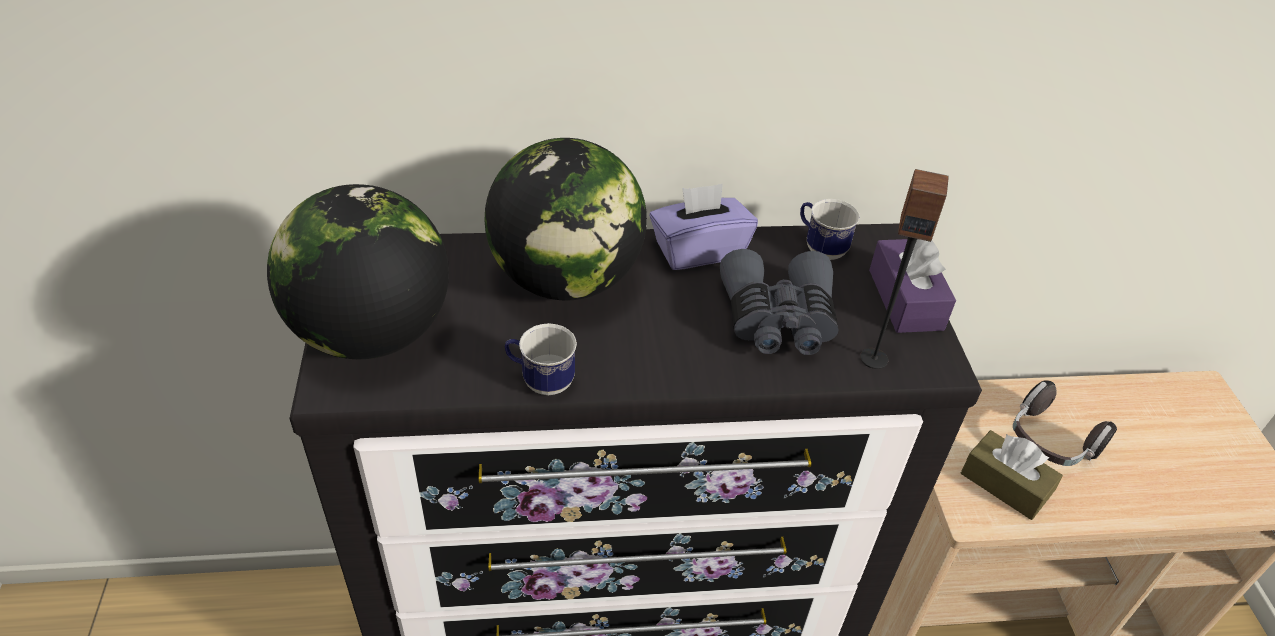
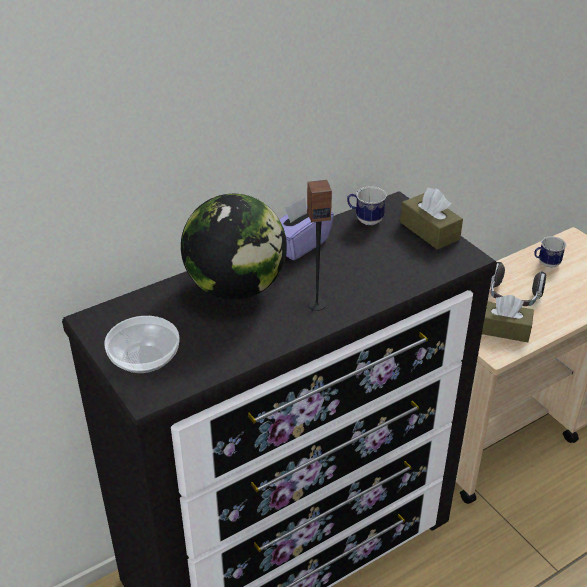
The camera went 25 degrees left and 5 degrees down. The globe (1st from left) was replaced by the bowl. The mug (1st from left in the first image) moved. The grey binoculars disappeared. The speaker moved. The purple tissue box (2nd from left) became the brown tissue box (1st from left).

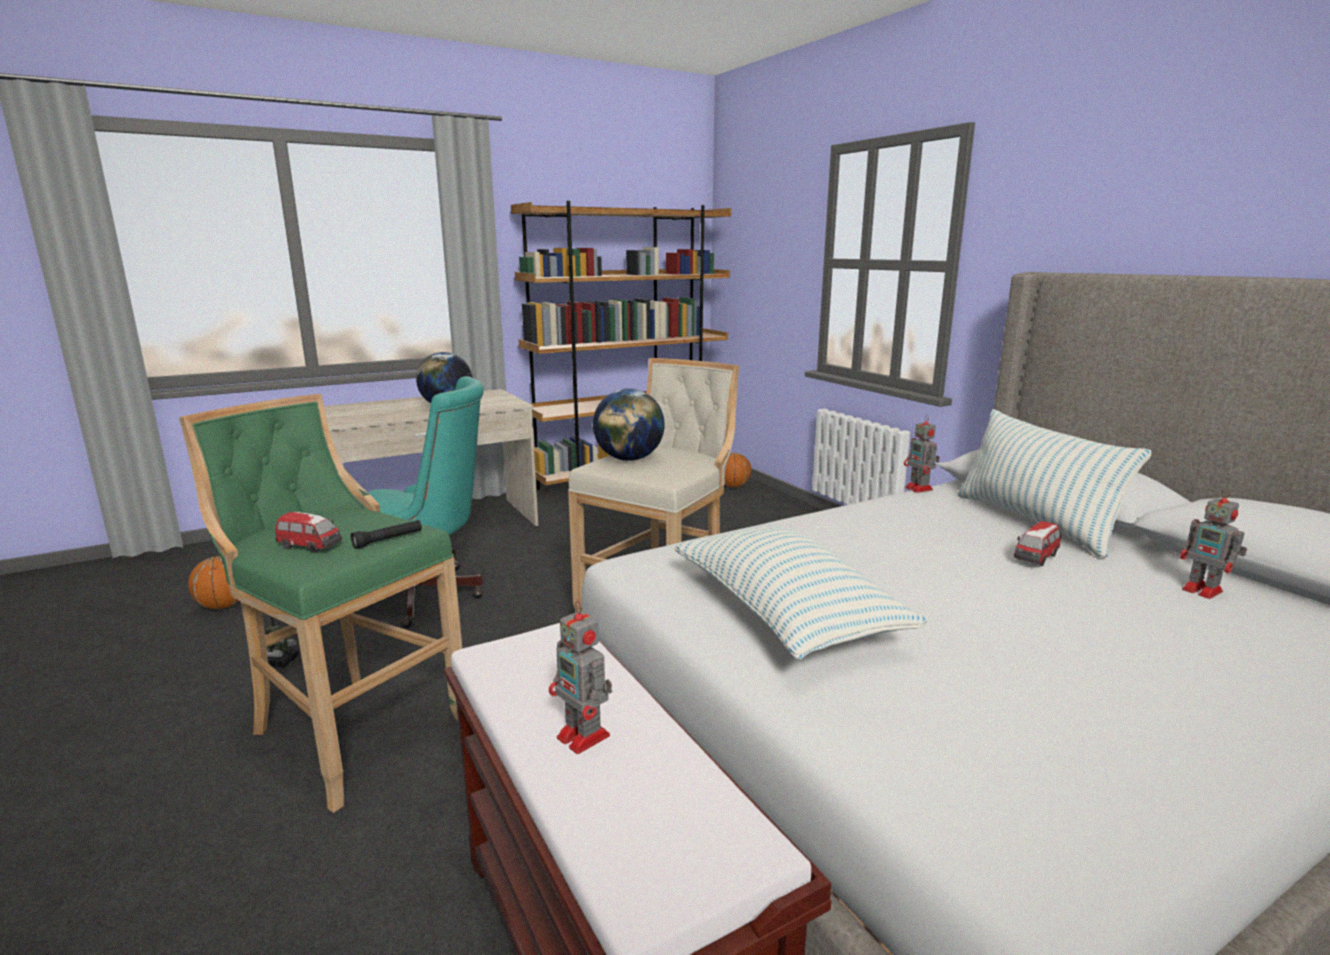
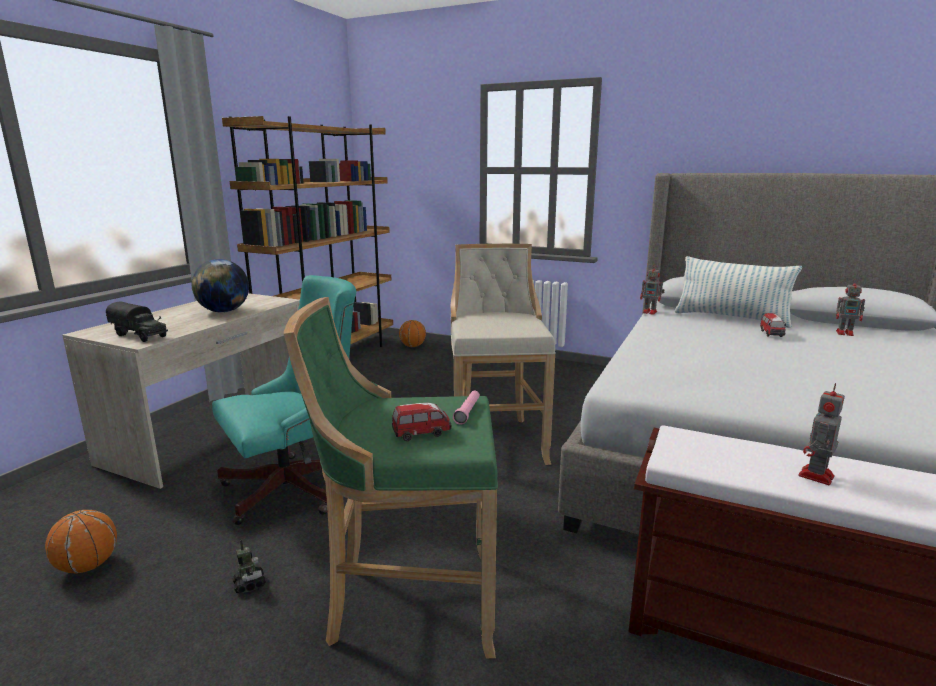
The camera went 35 degrees left and 0 degrees up. The black flashlight became the pink flashlight. The toy robot (2nd from left in the first image) turned 120 degrees clockwise. The globe (2nd from left) disappeared. The pillow (1st from left) disappeared. The toy truck appeared.

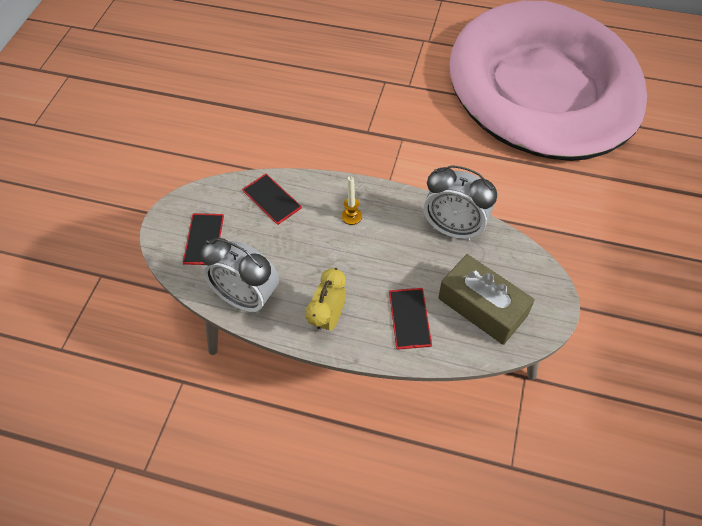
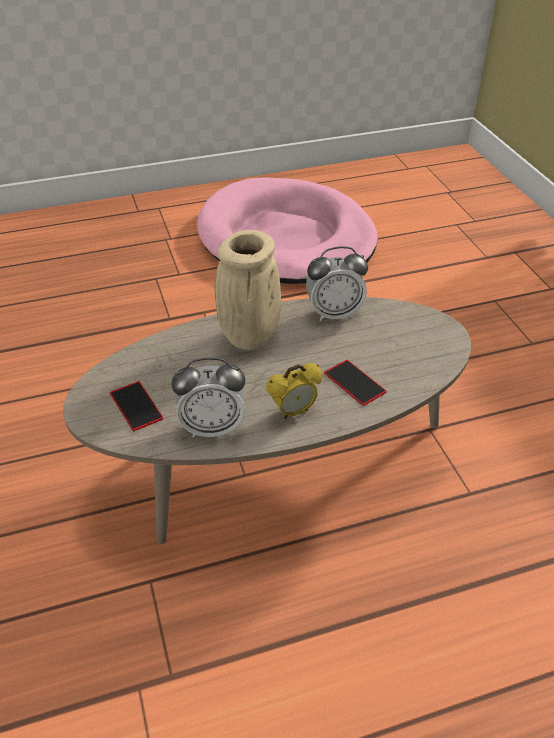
The camera went 35 degrees left and 15 degrees down. The phone (2nd from left) disappeared. The alarm clock (2nd from left) turned 105 degrees counterclockwise. The candle was replaced by the beige vase. The brown tissue box disappeared.

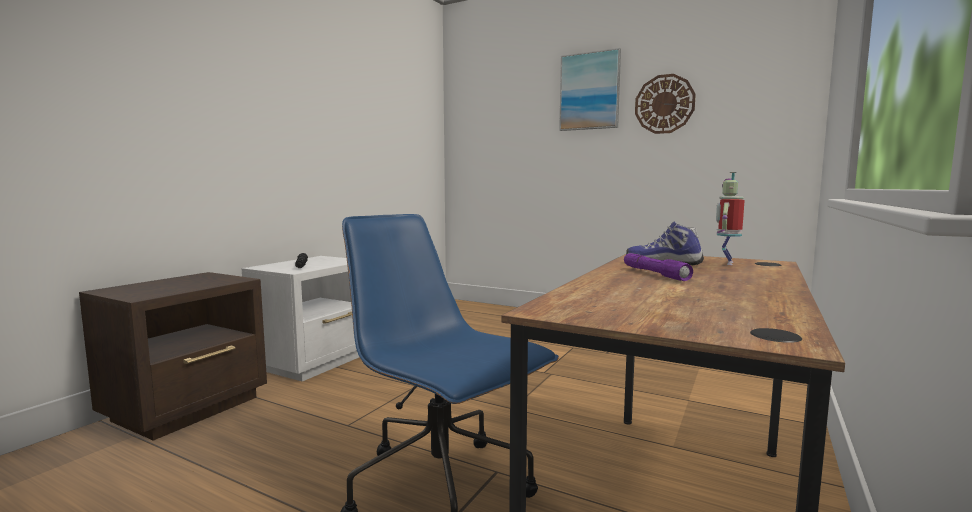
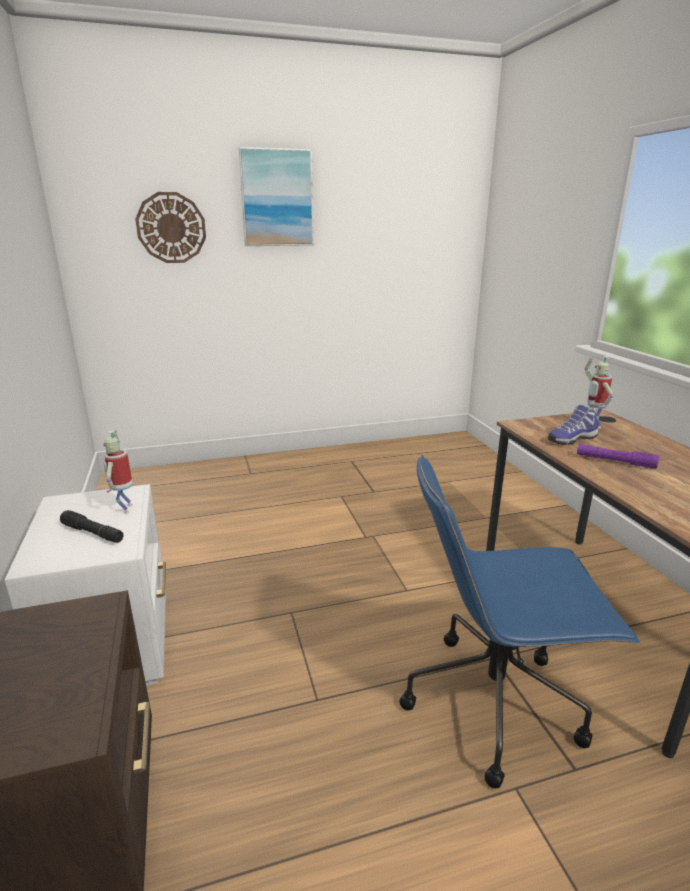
The camera went 45 degrees left and 15 degrees up. The wall clock moved. The toy robot (1st from left) appeared.

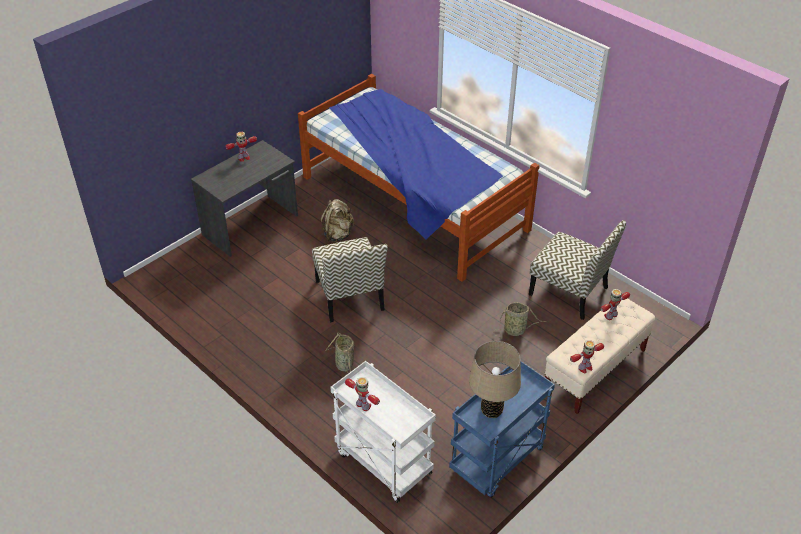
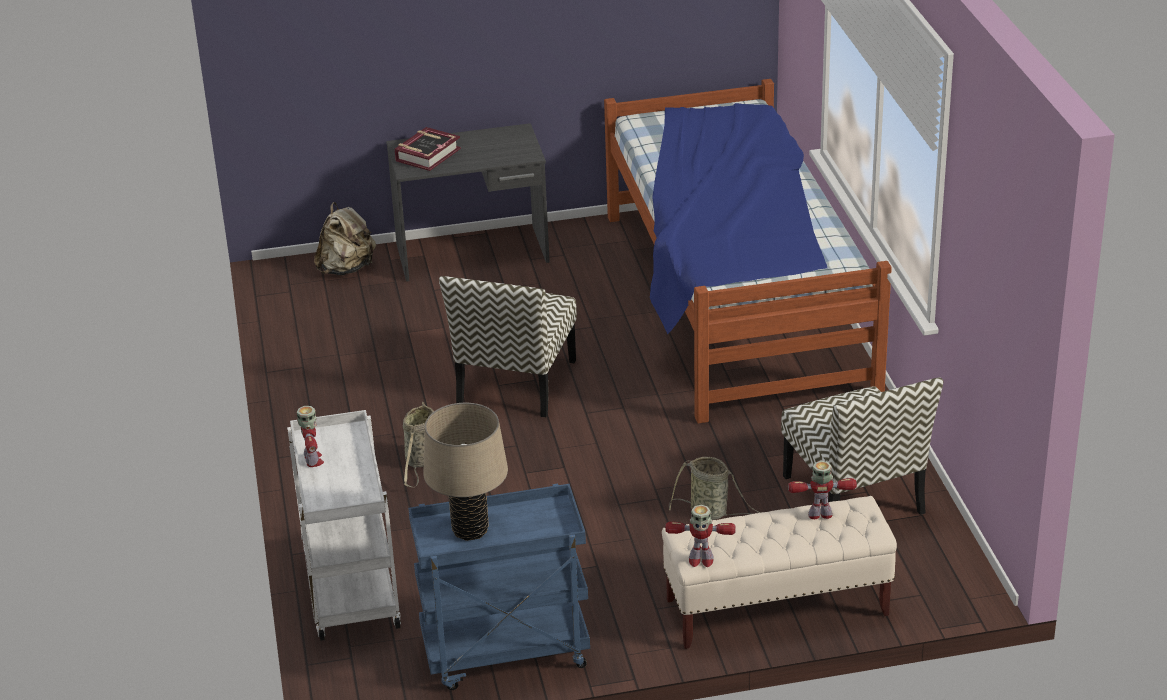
The camera went 35 degrees right and 10 degrees down. The toy robot (1st from left) disappeared. The beige backpack moved. The book appeared.

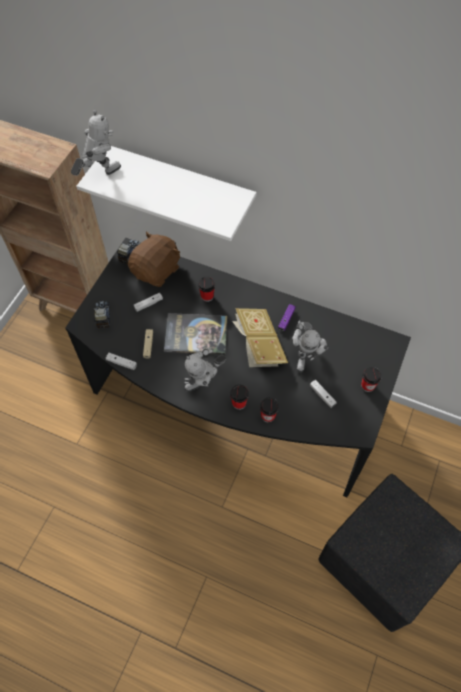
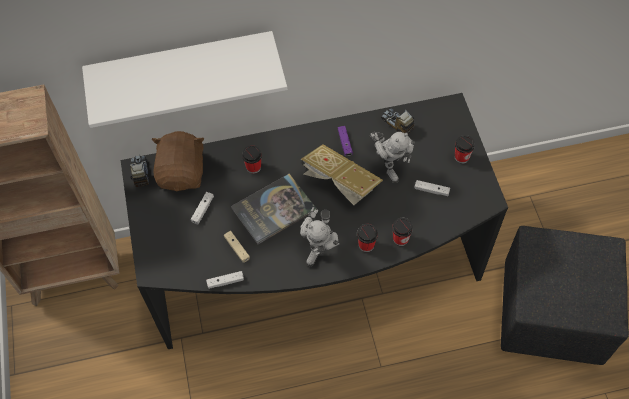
The camera went 35 degrees left and 0 degrees up. The toy robot (1st from left) disappeared. The toy truck (1st from left in the first image) moved.

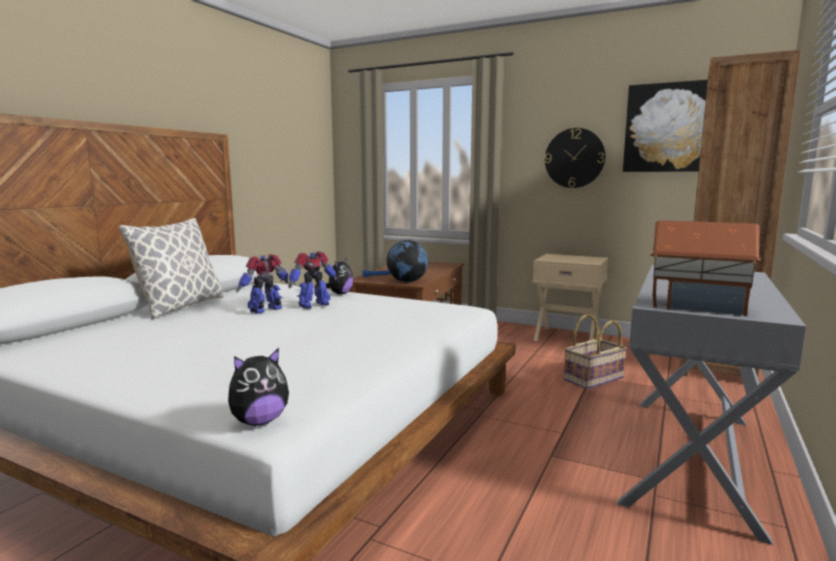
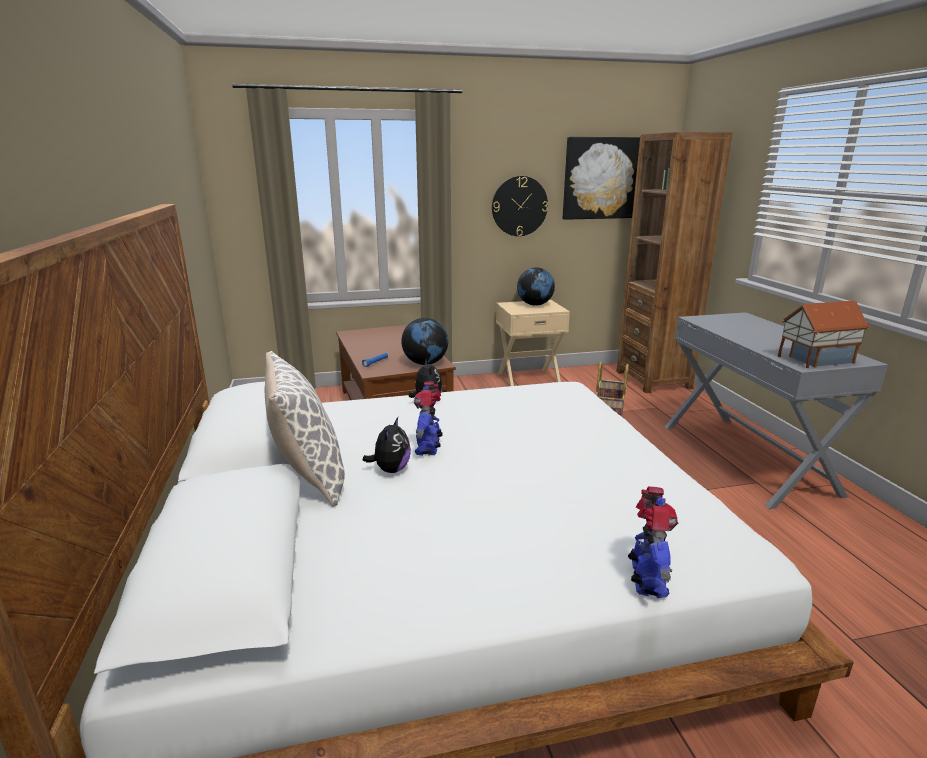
The camera went 40 degrees left and 10 degrees up. The plush toy (1st from left) moved. The toy robot (2nd from left) moved. The globe (2nd from left) appeared.

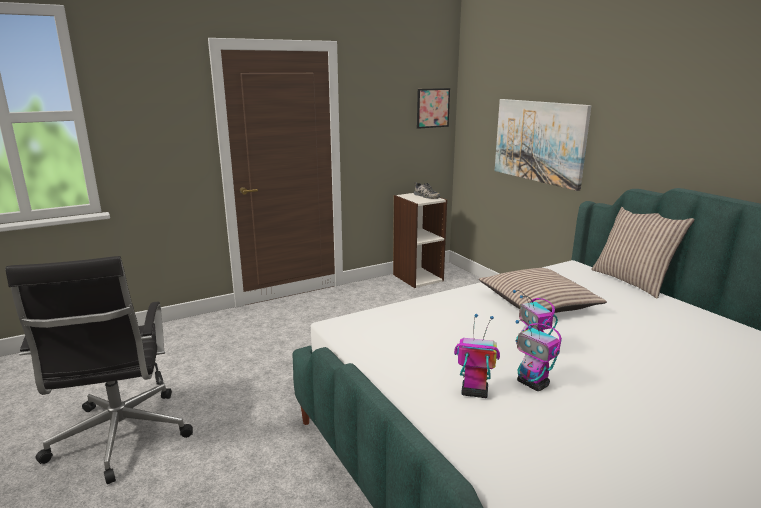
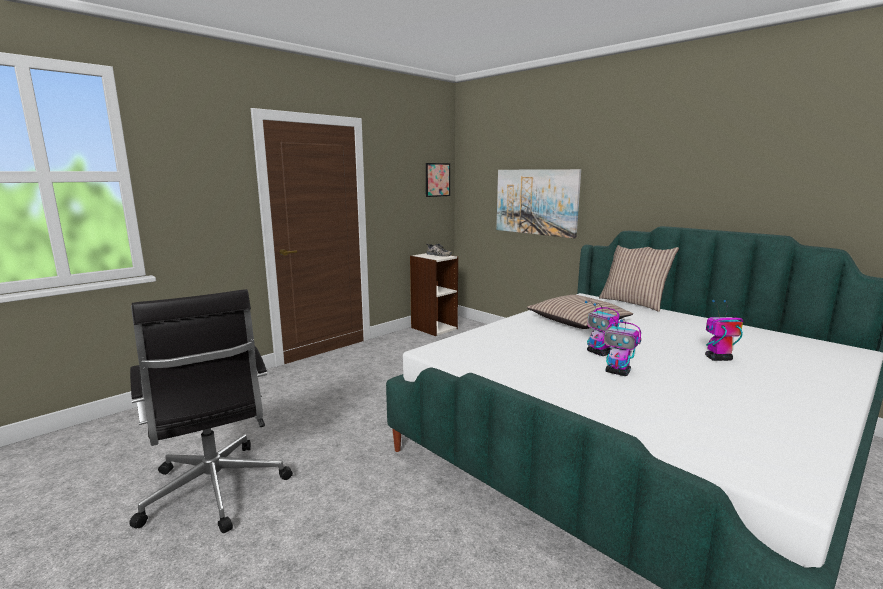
The camera went 15 degrees left and 5 degrees down. The toy robot (1st from left in the first image) moved.

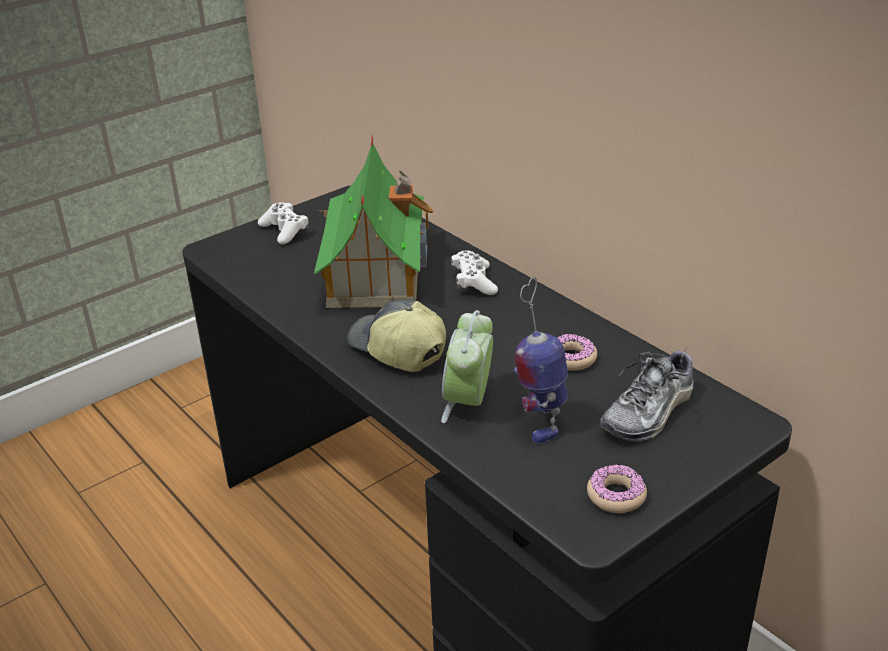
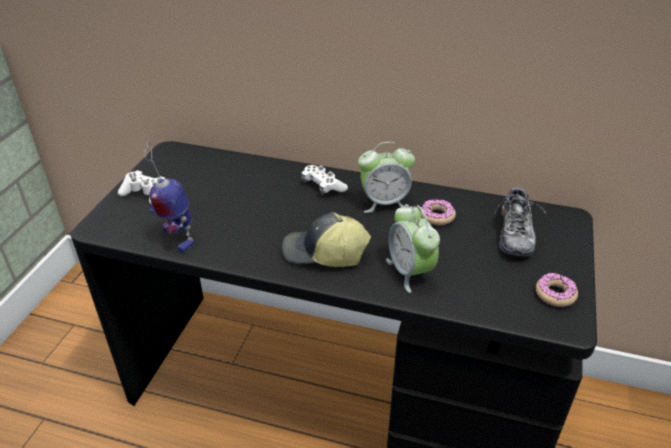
The camera went 35 degrees left and 5 degrees up. The toy house disappeared. The toy robot moved. The alarm clock (1st from left) appeared.

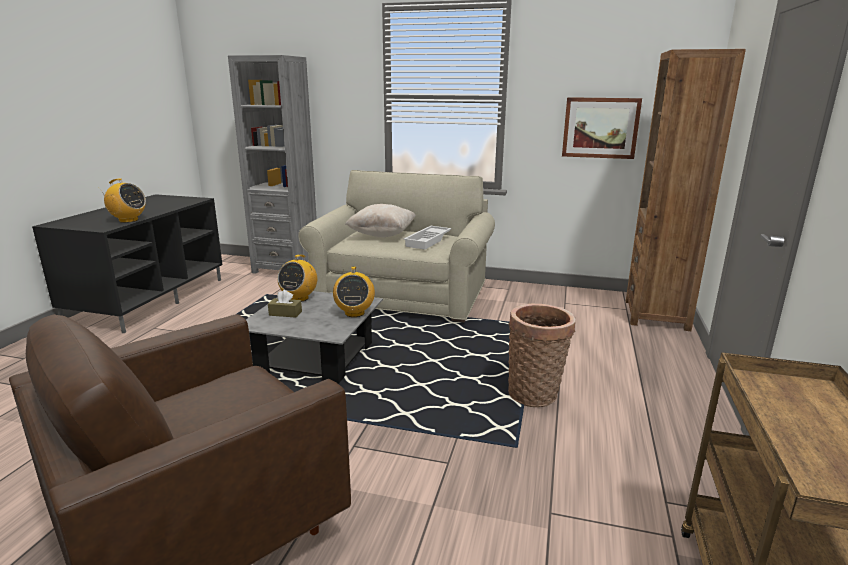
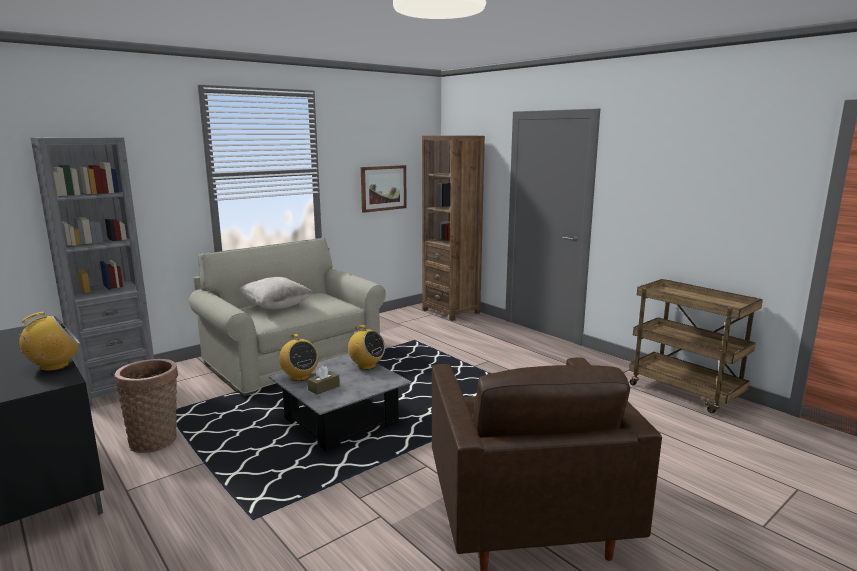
The camera went 55 degrees left and 5 degrees down. The white tray disappeared. The basket moved.

